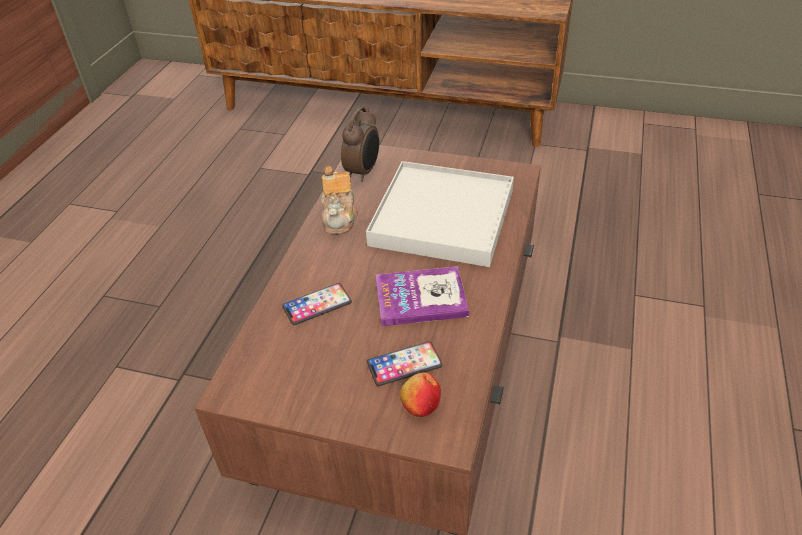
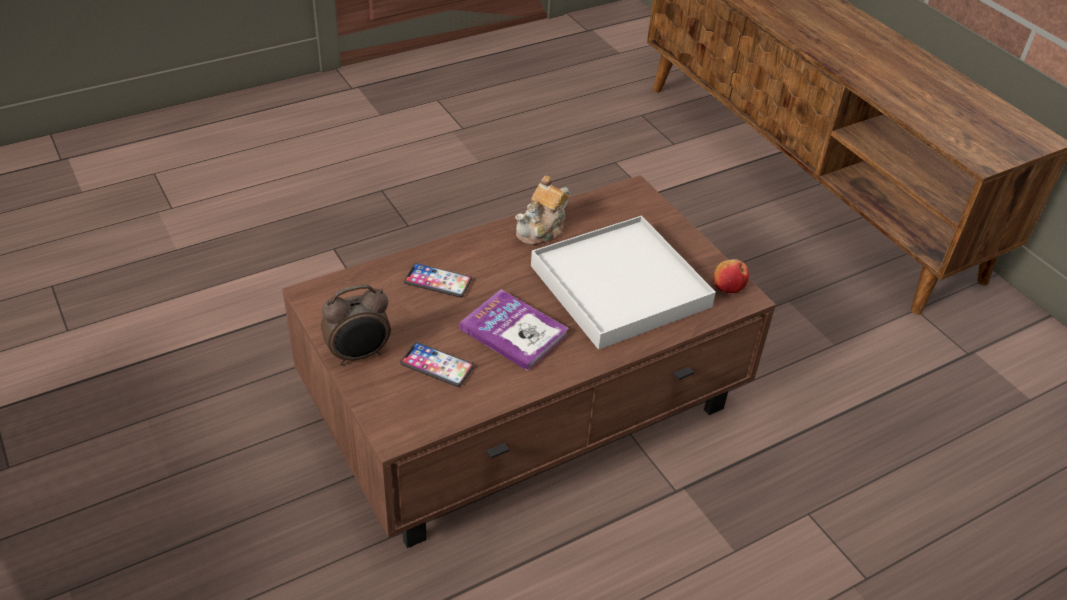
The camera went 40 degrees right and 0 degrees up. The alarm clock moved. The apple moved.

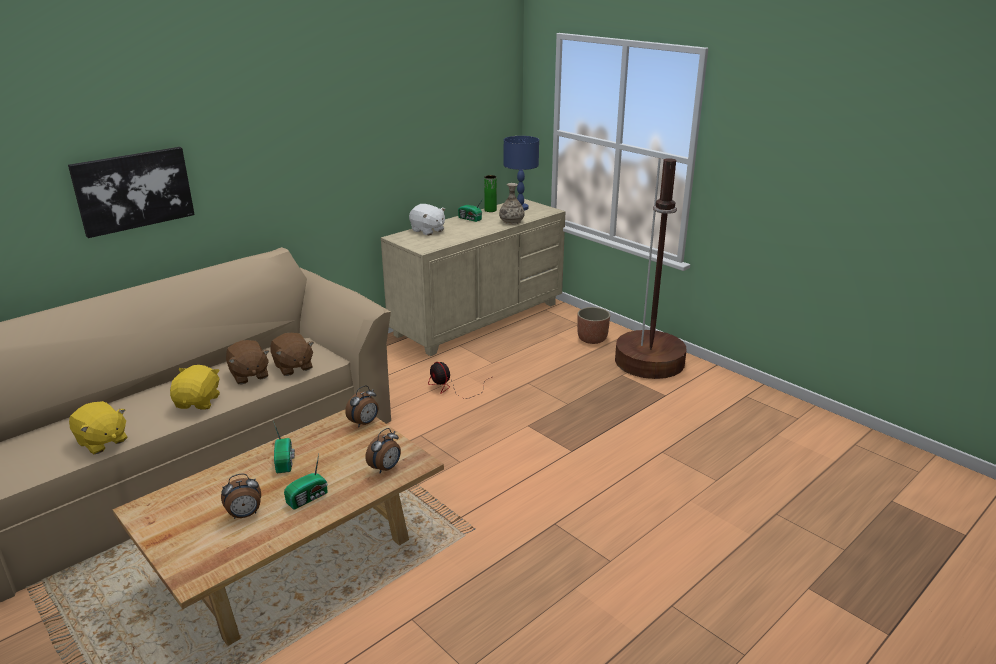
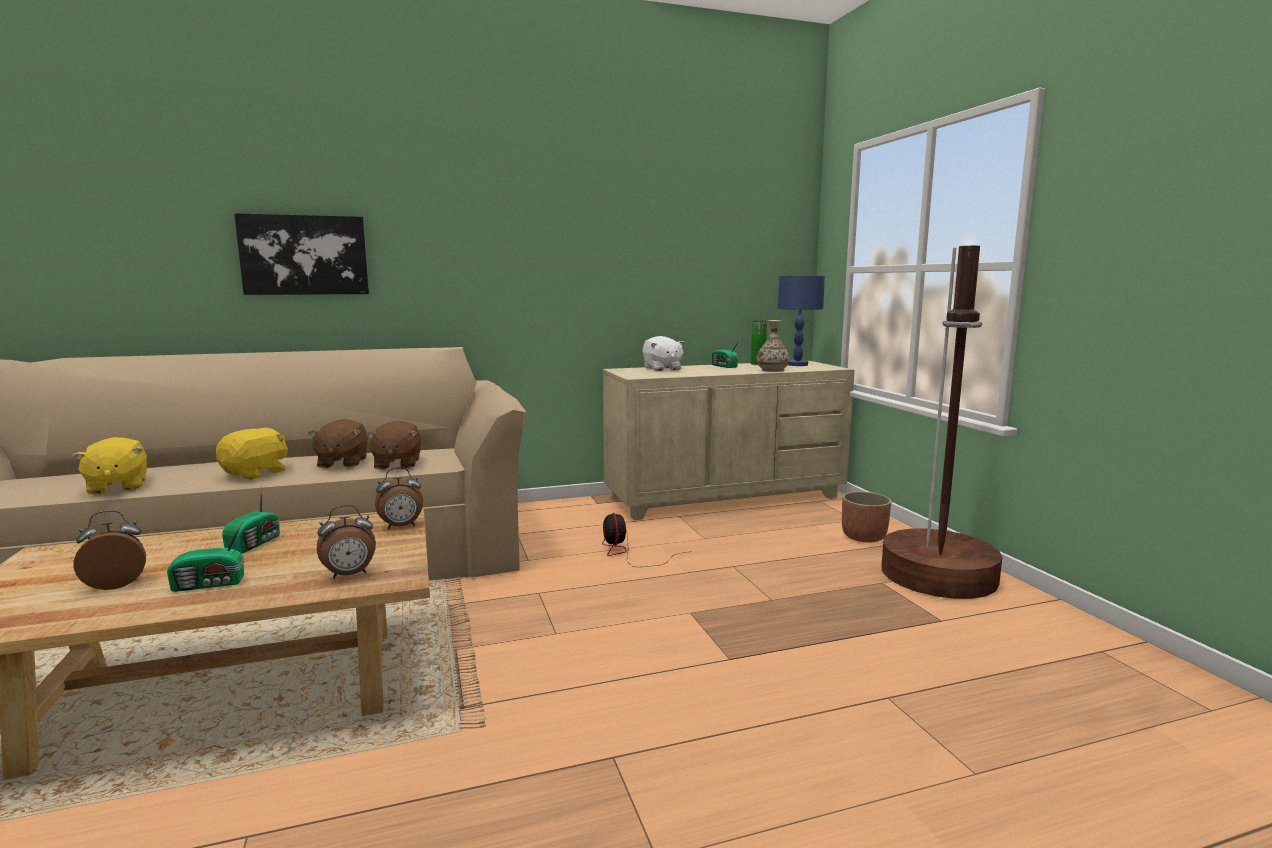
The camera went 25 degrees right and 15 degrees down. The alarm clock (1st from left) turned 150 degrees clockwise.

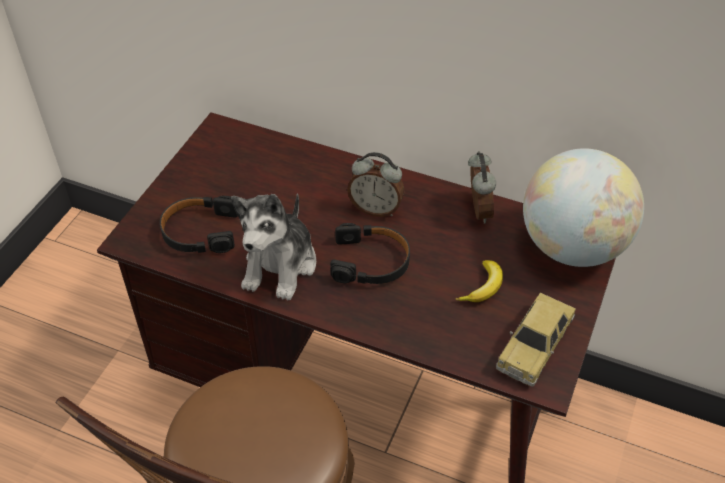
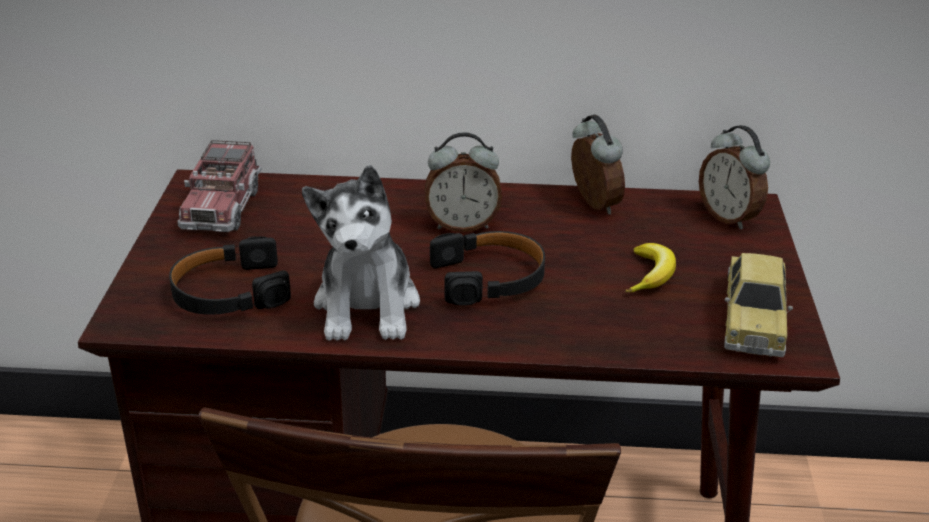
The camera went 20 degrees left and 15 degrees down. The globe was replaced by the alarm clock (3rd from left). The toy truck appeared.

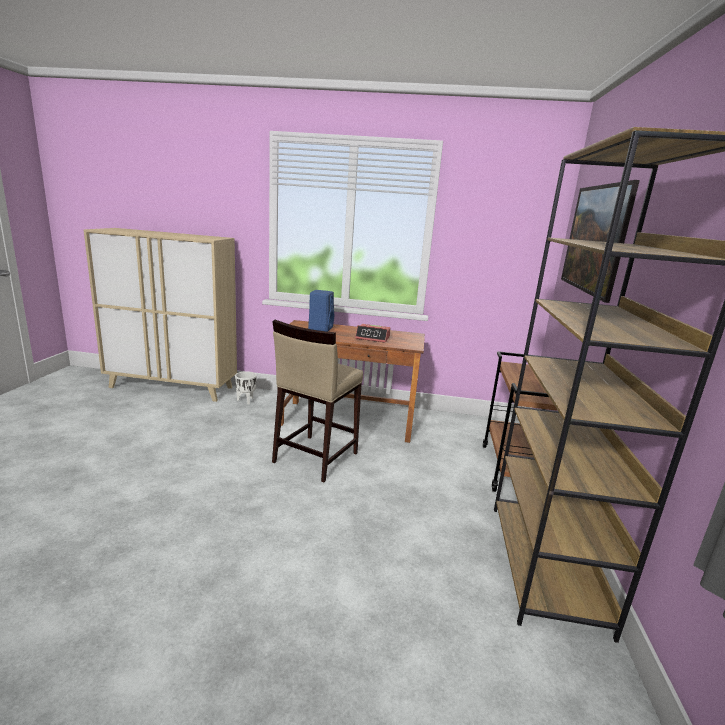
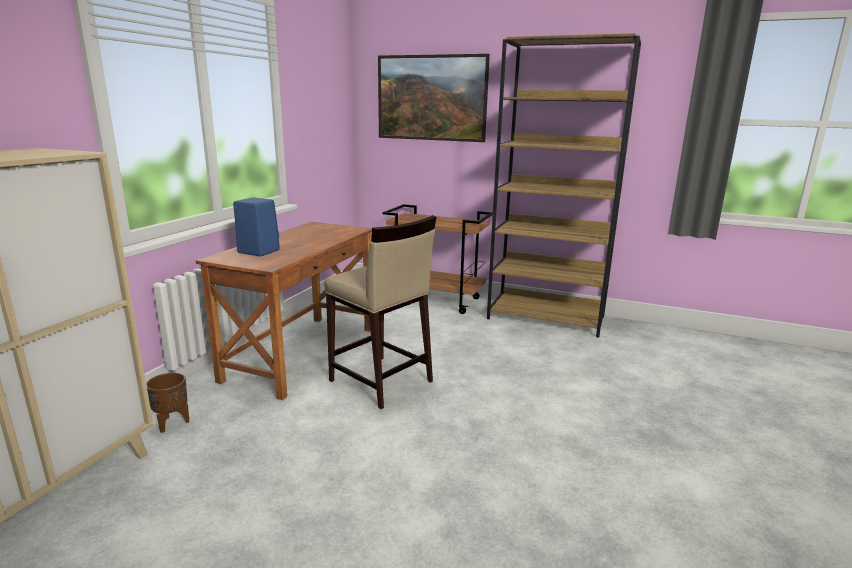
The camera went 75 degrees left and 0 degrees up. The white planter became the brown planter. The alarm clock disappeared.

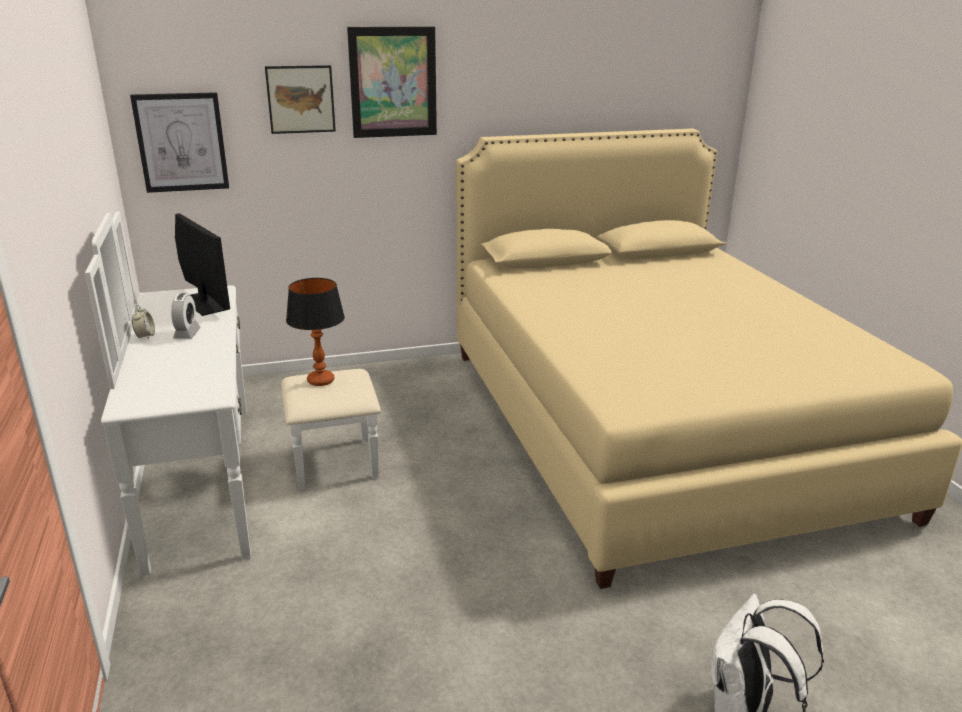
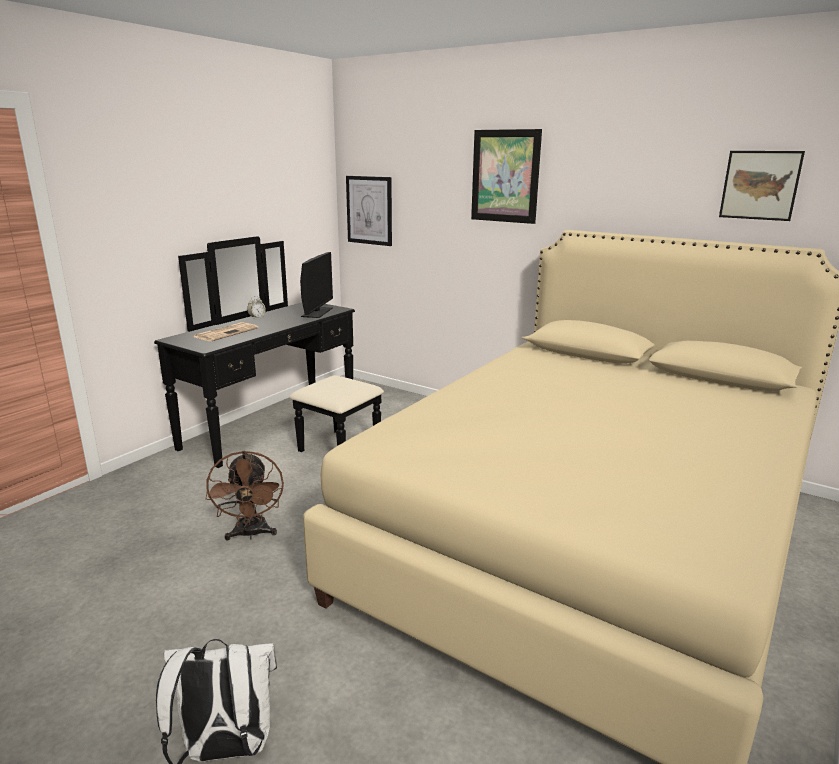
The camera went 50 degrees right and 5 degrees down. The white dresser became the black dresser. The alarm clock (2nd from left) disappeared. The picture (2nd from left in the first image) moved. The table lamp disappeared. The newspaper appeared. The brown fan appeared.

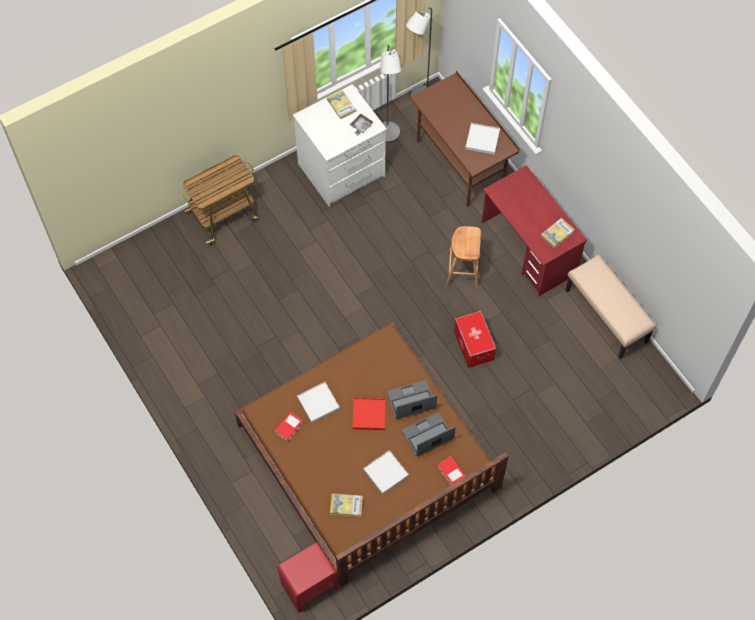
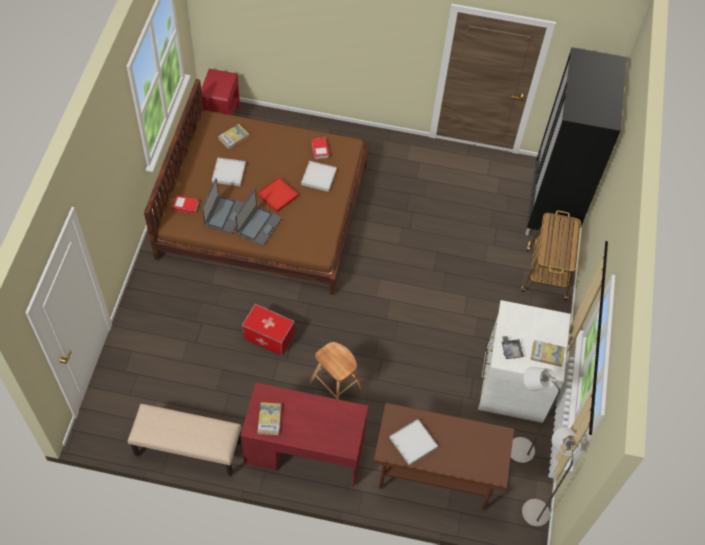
The camera went 130 degrees right and 5 degrees down. The black wardrobe appeared.

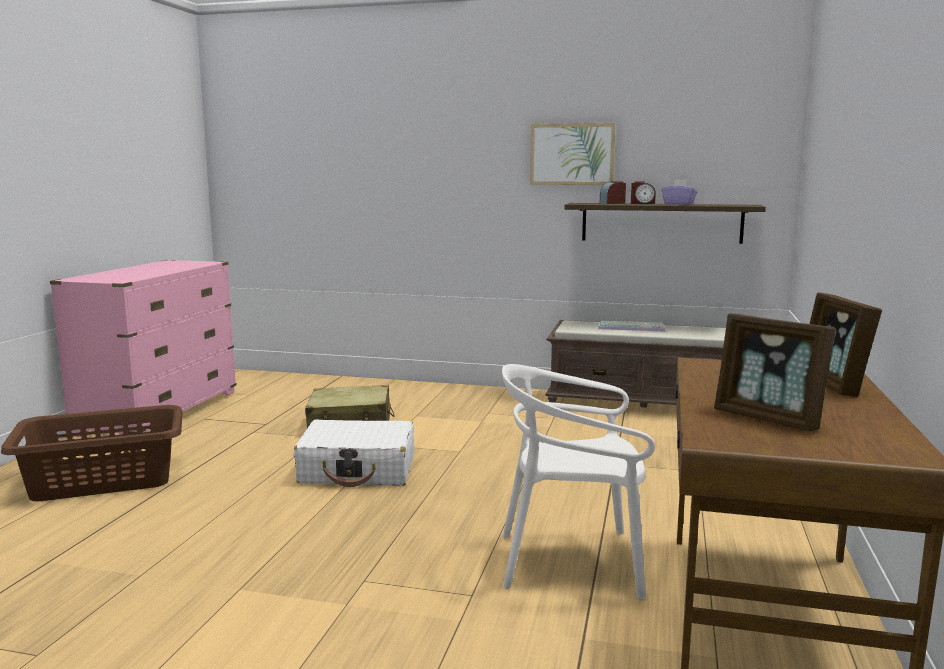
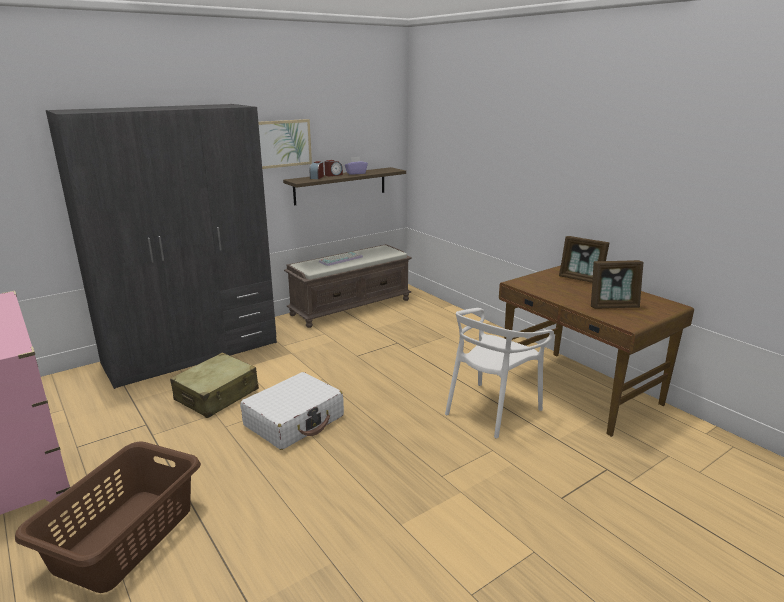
The camera went 50 degrees left and 10 degrees up. The grey wardrobe appeared.

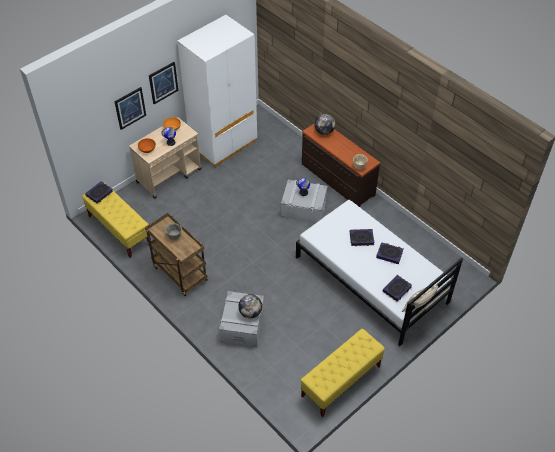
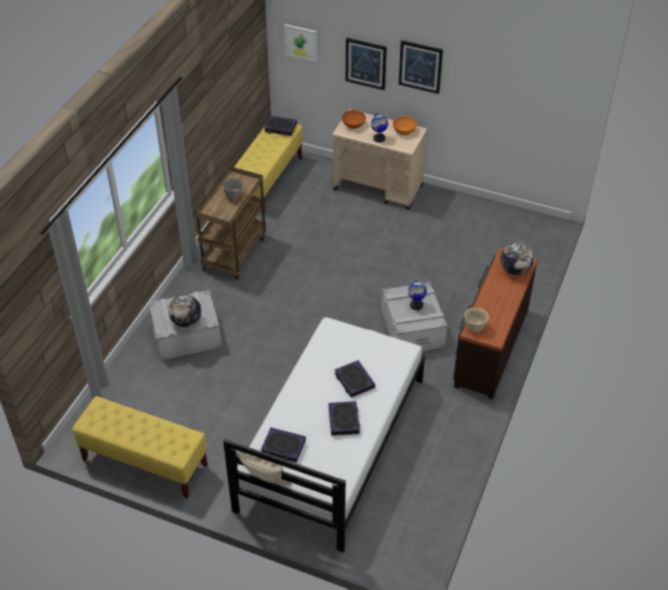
The camera went 65 degrees right and 5 degrees down. The white wardrobe disappeared. The picture (1st from left) appeared.

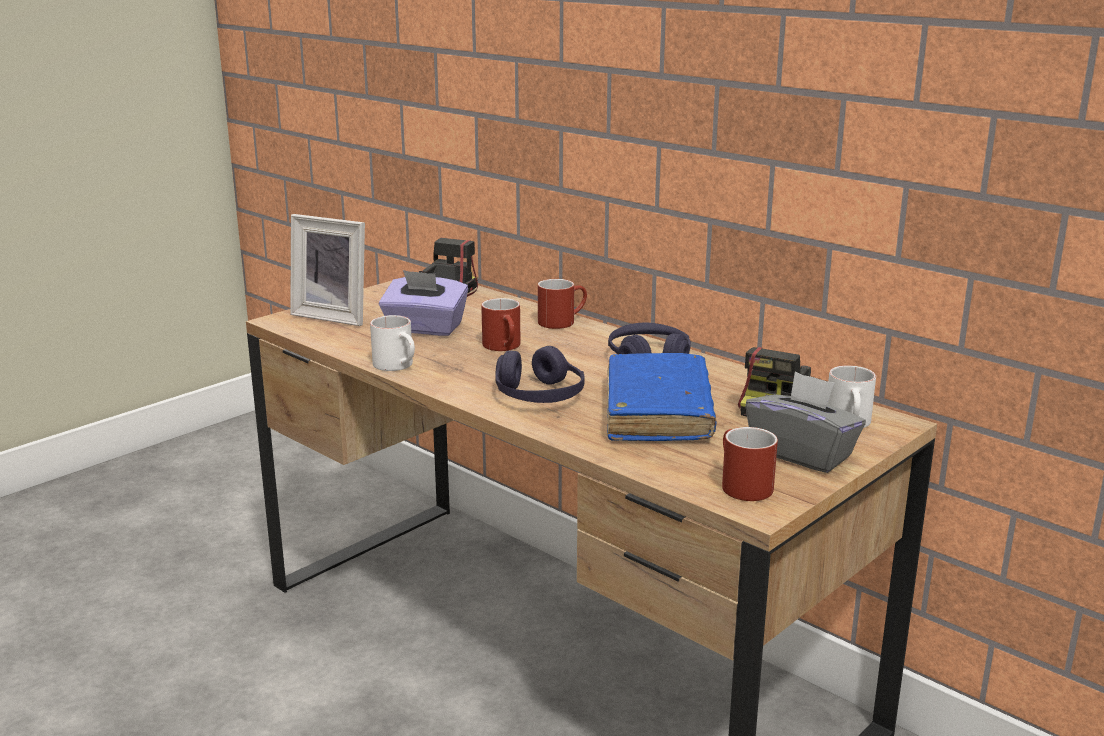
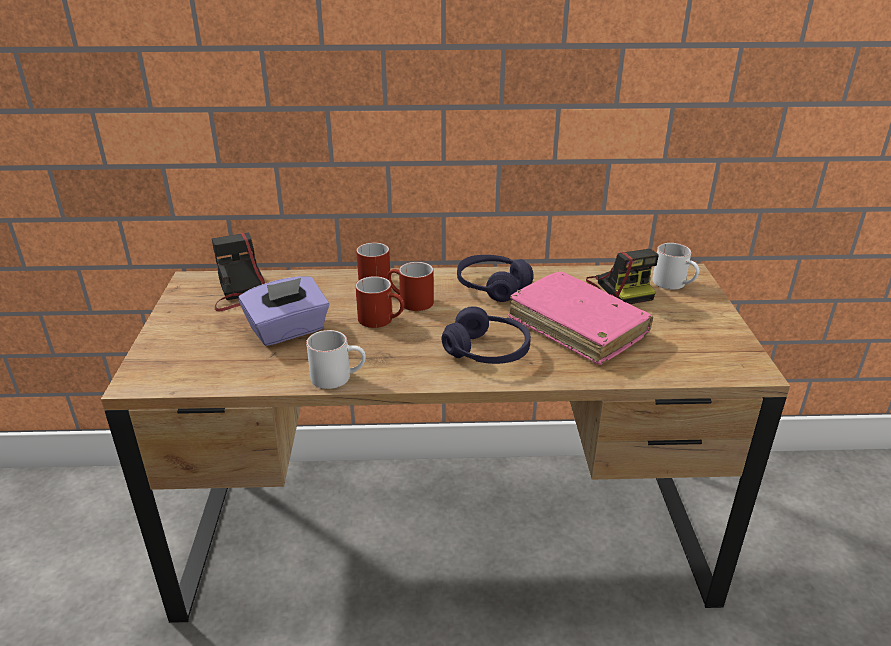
The camera went 45 degrees left and 10 degrees up. The picture frame disappeared. The blue book became the pink book. The red mug (3rd from left) moved. The grey tissue box disappeared.

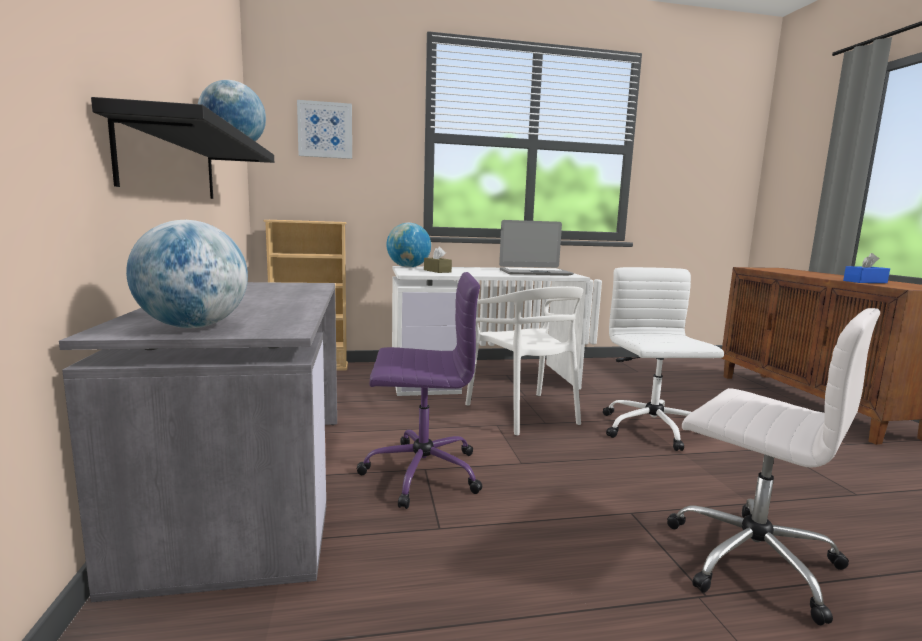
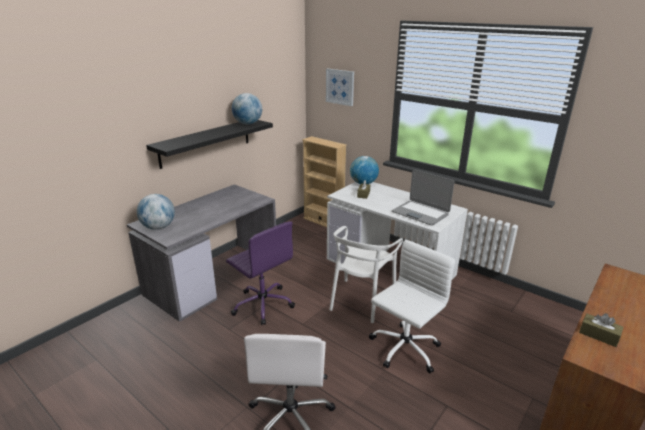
The camera went 50 degrees right and 15 degrees up. The blue tissue box became the brown tissue box (2nd from left).

